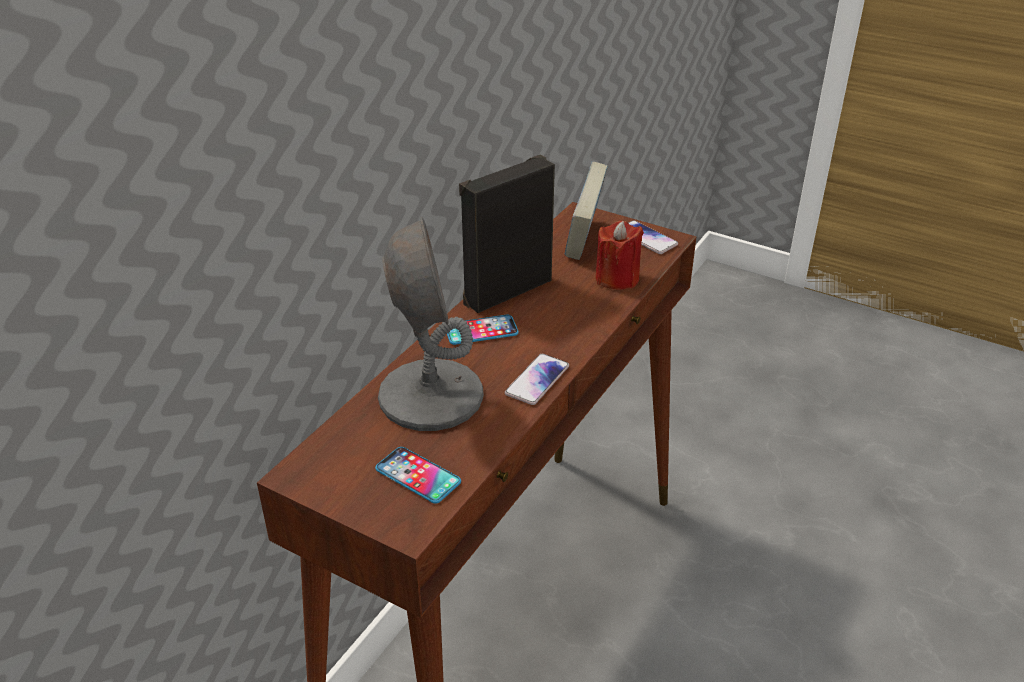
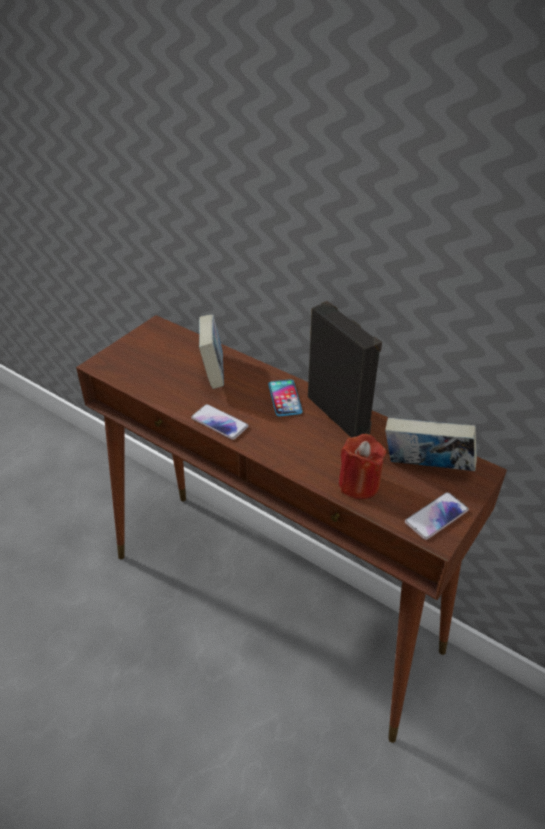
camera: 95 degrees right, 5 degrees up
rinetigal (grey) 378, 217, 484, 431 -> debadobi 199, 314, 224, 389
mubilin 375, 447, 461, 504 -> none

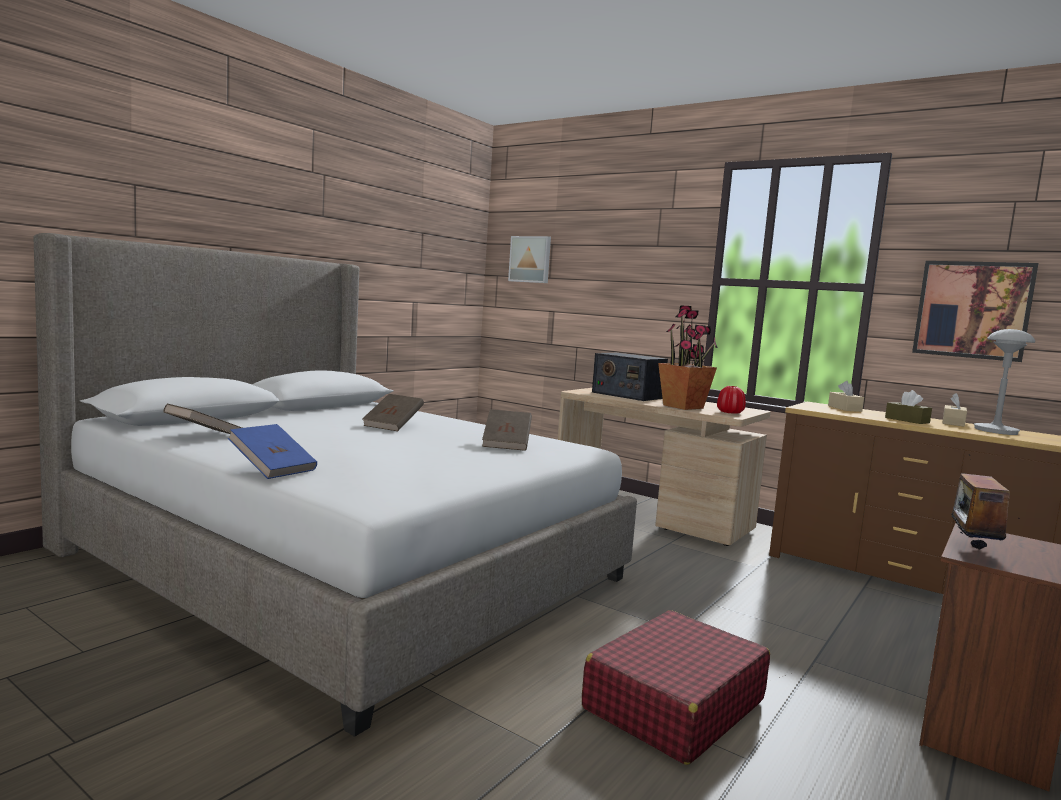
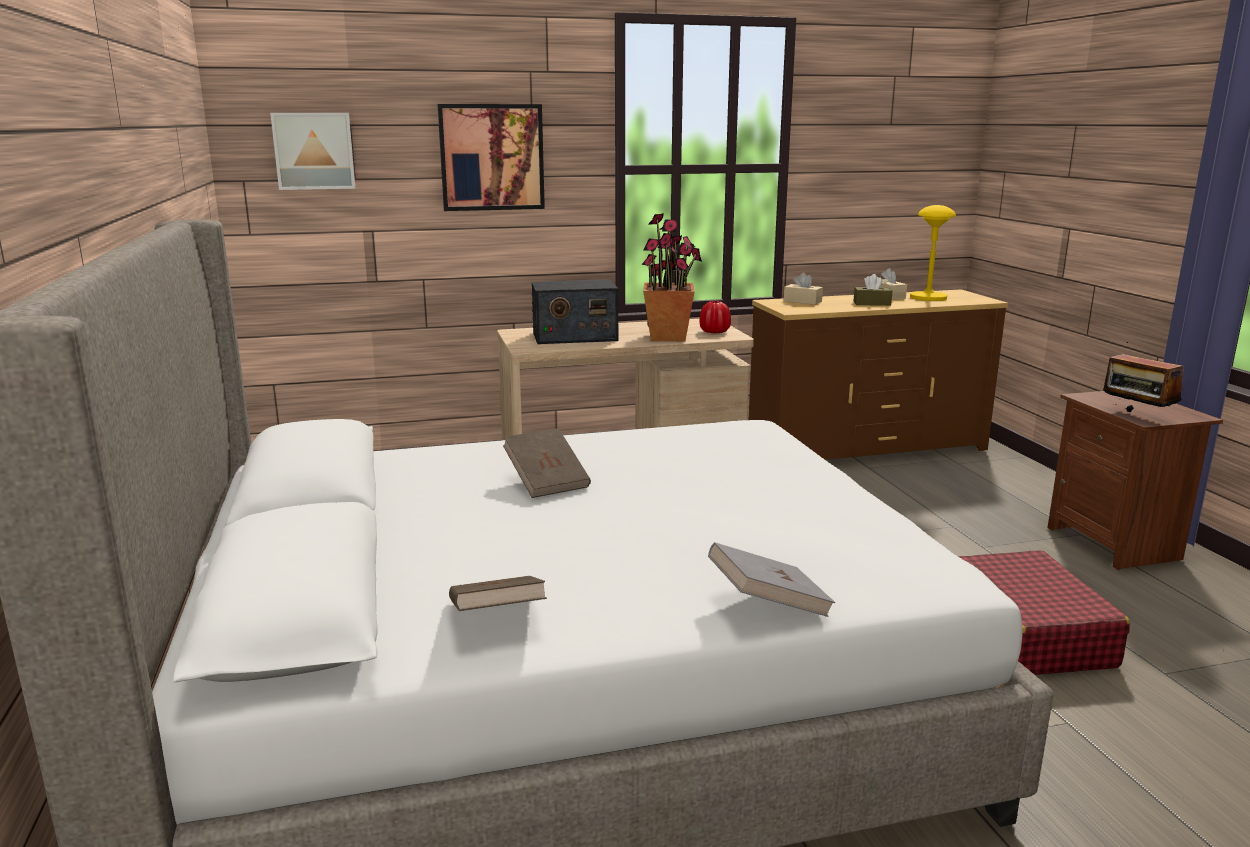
camera: 50 degrees left, 10 degrees up
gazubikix 912, 261, 1039, 362 -> gazubikix 437, 104, 545, 211, move
rinetigal (grey) 974, 329, 1035, 435 -> rinetigal (yellow) 909, 205, 956, 301
debadobi (brown) 482, 409, 532, 451 -> none
debadobi (blue) 228, 424, 317, 479 -> debadobi (grey) 708, 542, 835, 617

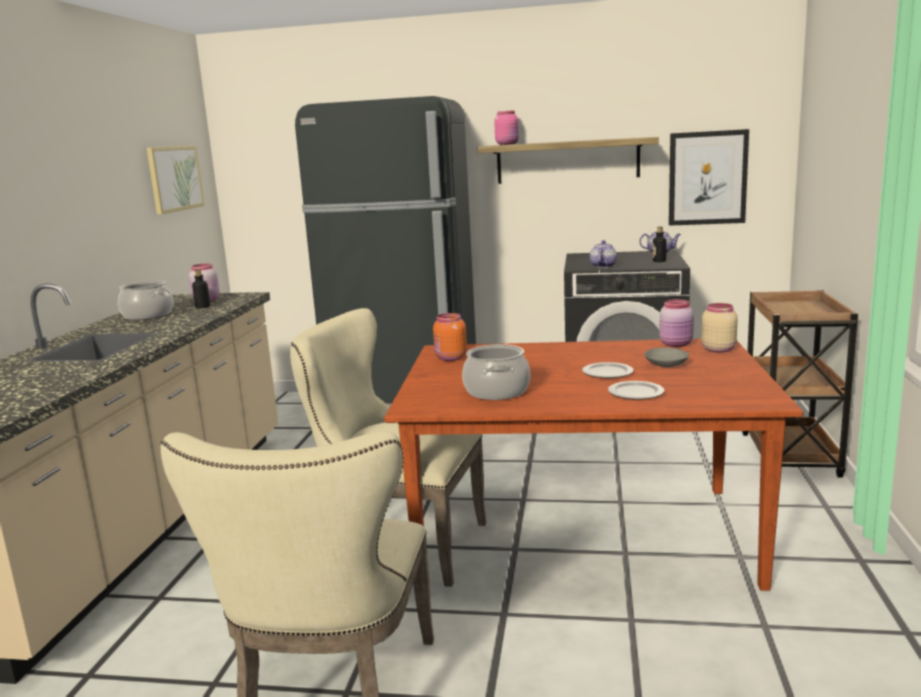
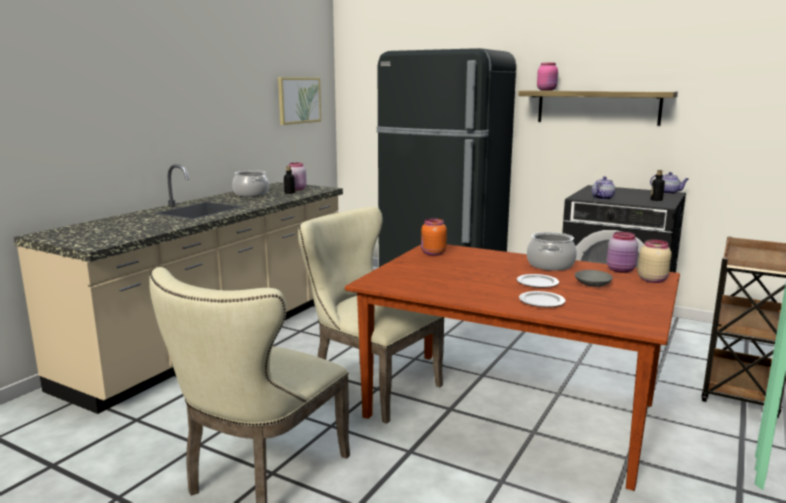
camera: 20 degrees right, 0 degrees up
gazubikix 669, 129, 749, 226 -> none
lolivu 462, 344, 530, 400 -> lolivu 527, 232, 577, 271, move

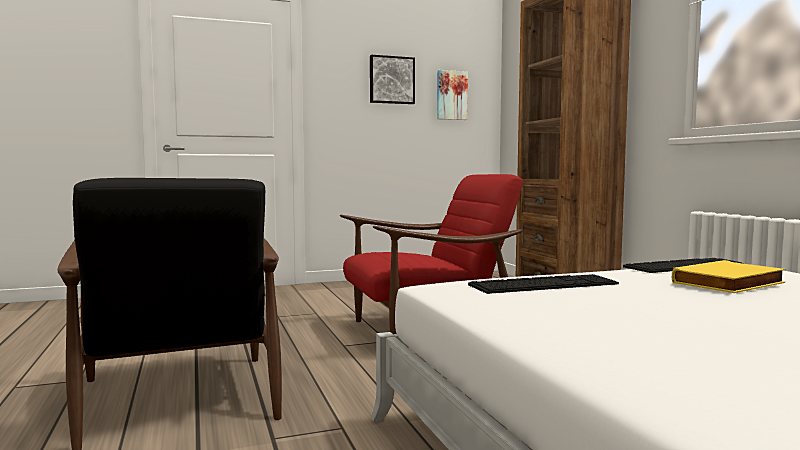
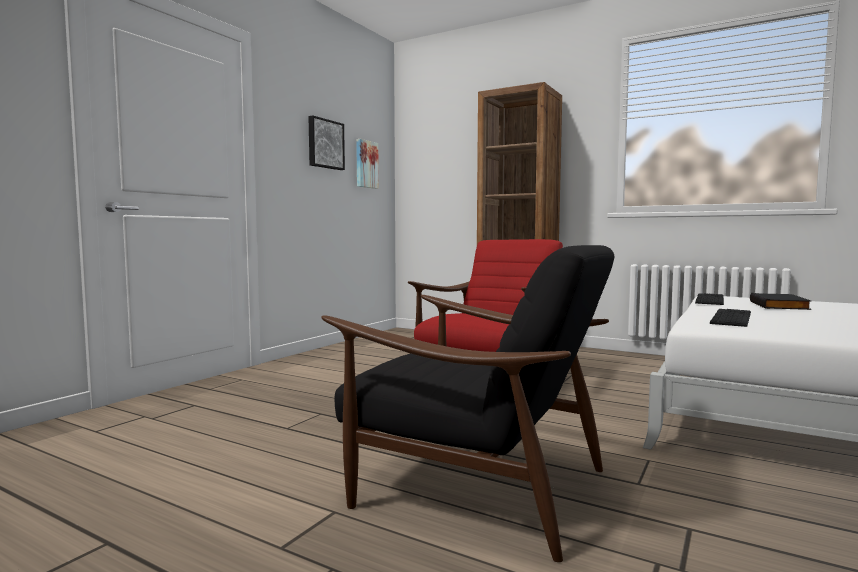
camera: 40 degrees left, 0 degrees up
debadobi (yellow) 672, 260, 786, 293 -> debadobi (black) 750, 293, 811, 310

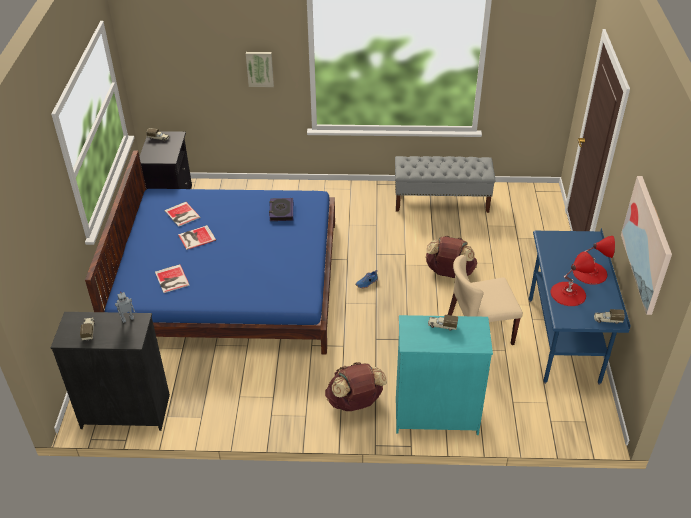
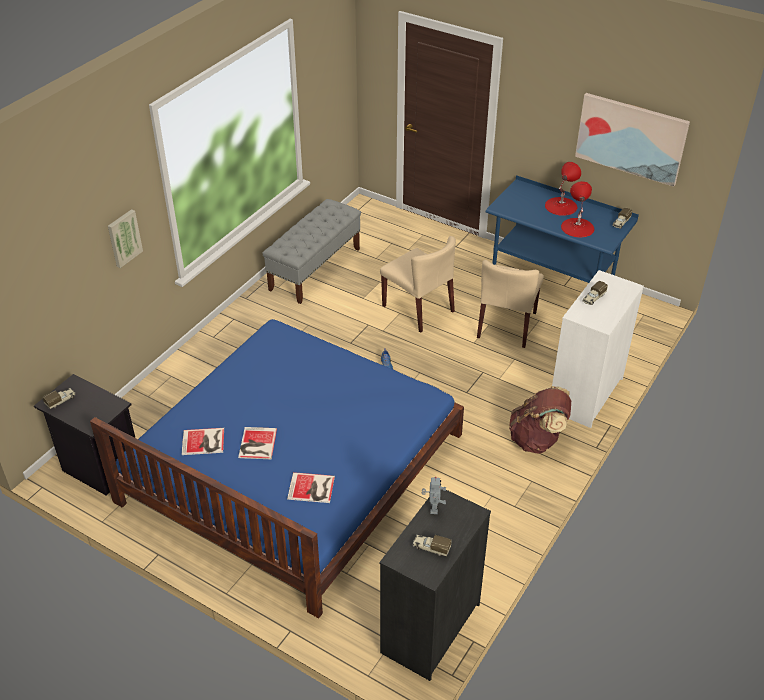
camera: 60 degrees left, 0 degrees up
debadobi 269, 198, 293, 221 -> none
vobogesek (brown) 425, 236, 477, 278 -> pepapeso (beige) 380, 236, 456, 333
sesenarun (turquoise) 396, 315, 493, 435 -> sesenarun (white) 552, 270, 644, 428

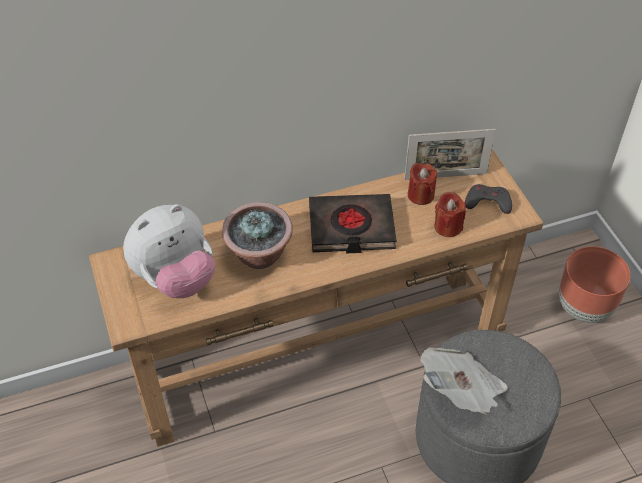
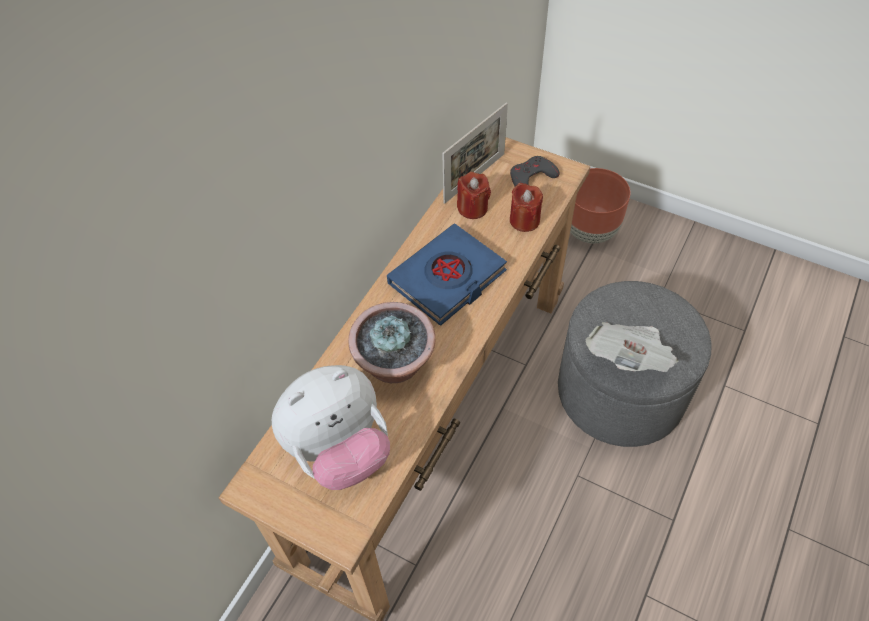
camera: 40 degrees left, 5 degrees up
debadobi (black) 309, 194, 396, 253 -> debadobi (blue) 387, 223, 507, 326
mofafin 123, 204, 215, 298 -> mofafin 272, 365, 390, 490, 45 degrees clockwise

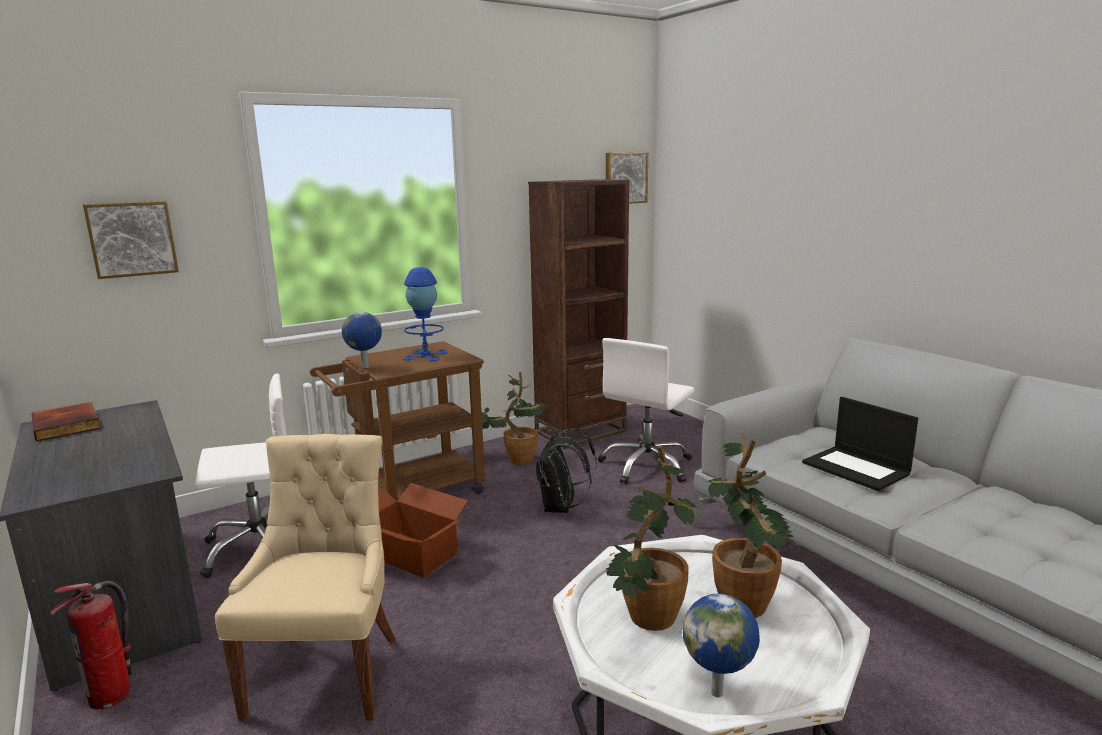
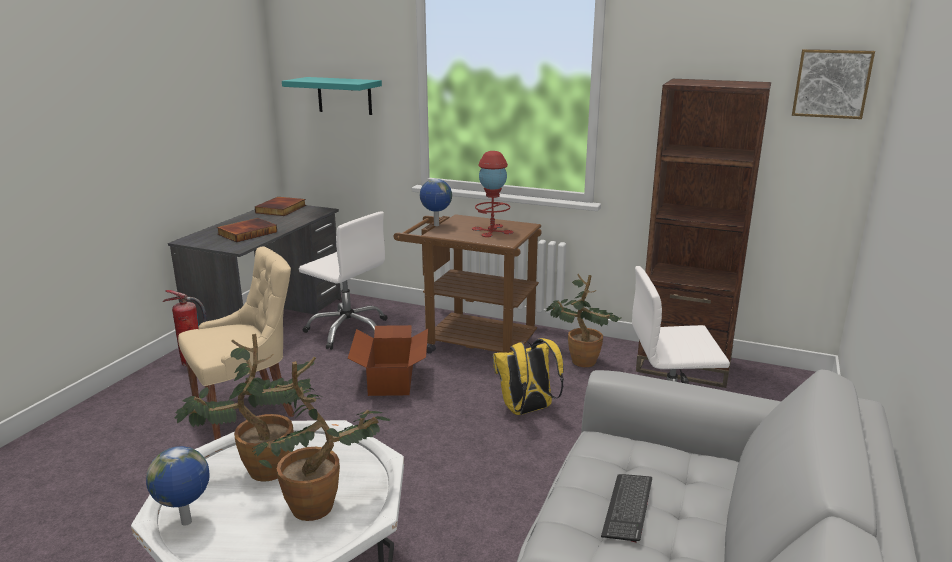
camera: 55 degrees right, 5 degrees up
gazubikix 83, 201, 179, 279 -> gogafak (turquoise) 282, 77, 382, 115
rinetigal (blue) 403, 267, 448, 361 -> rinetigal (red) 472, 151, 513, 237
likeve 802, 397, 918, 491 -> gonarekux 601, 474, 652, 543
vobogesek (black) 536, 428, 597, 513 -> vobogesek (yellow) 493, 338, 564, 415
none -> debadobi 217, 218, 277, 242

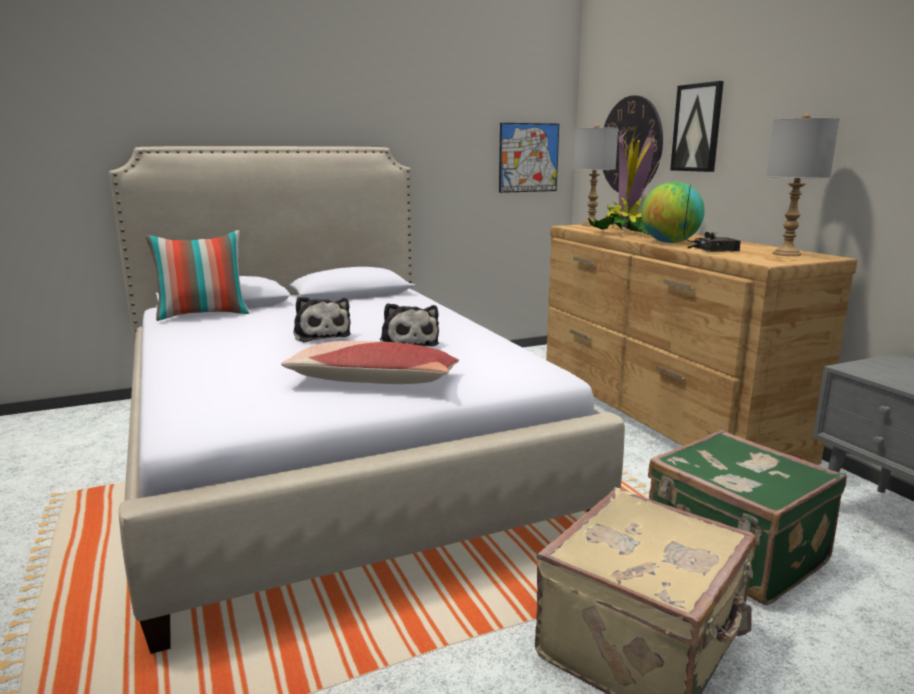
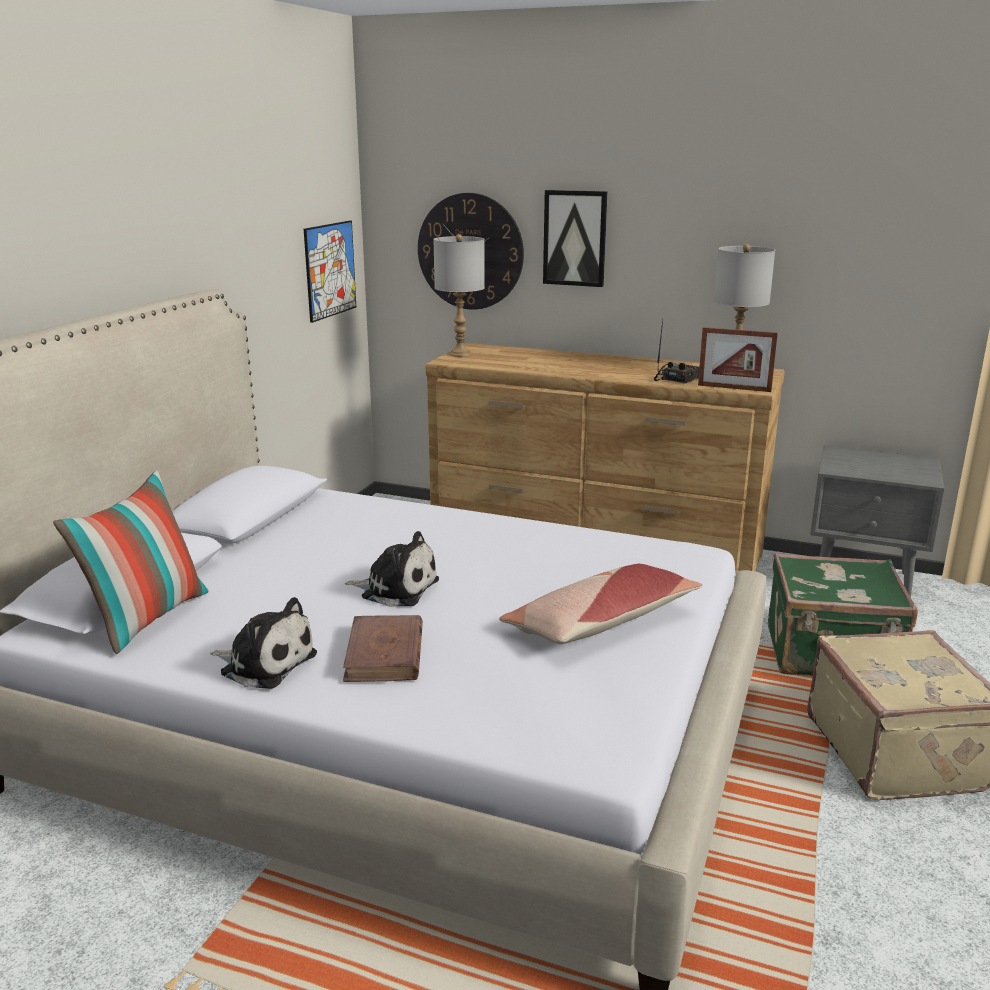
camera: 45 degrees left, 5 degrees up
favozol 588, 125, 671, 235 -> none
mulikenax 641, 182, 705, 243 -> none
mofafin 380, 303, 439, 346 -> mofafin 210, 597, 317, 689, move
none -> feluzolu 698, 327, 778, 392
none -> debadobi (brown) 343, 615, 423, 682

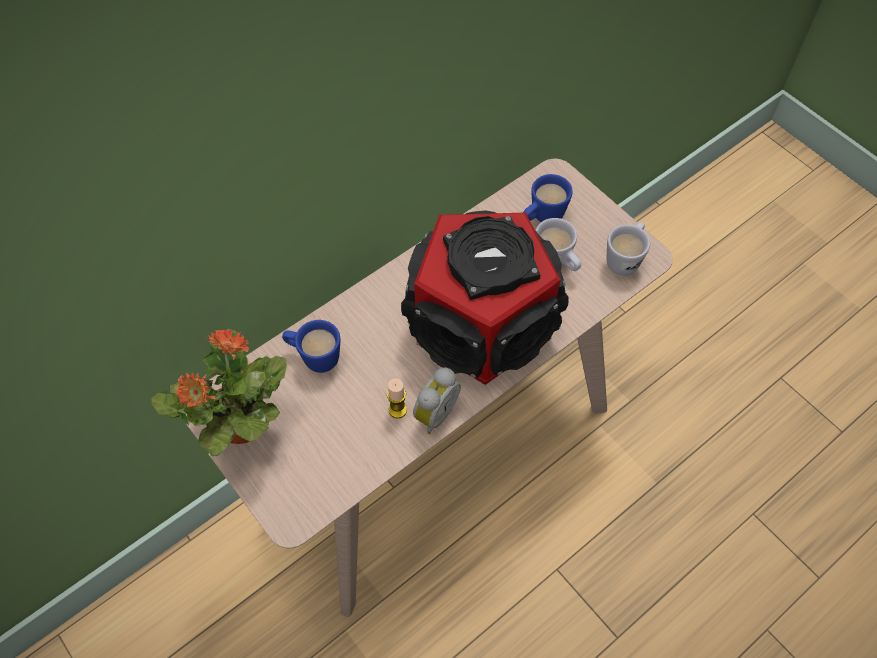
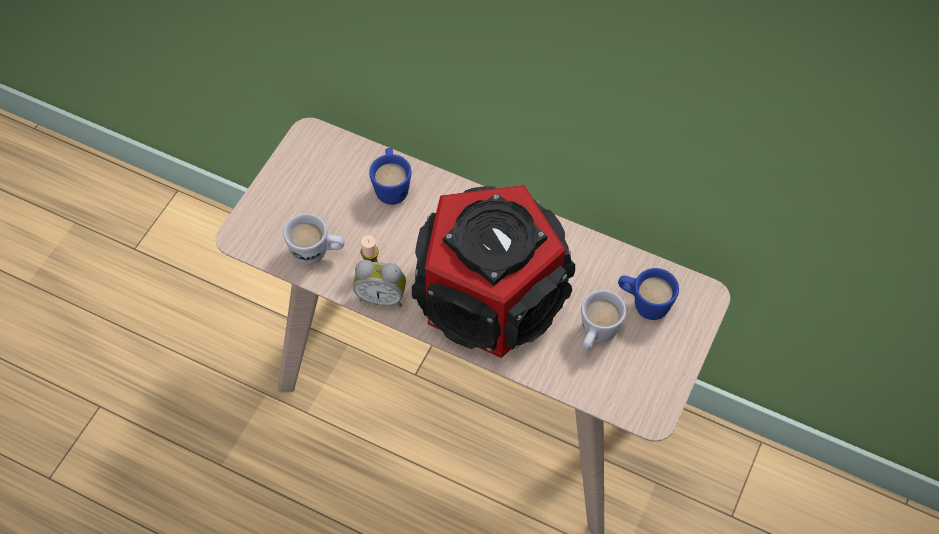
camera: 65 degrees right, 0 degrees up
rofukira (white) 607, 222, 650, 276 -> rofukira (white) 283, 214, 345, 265, move
favozol 151, 329, 287, 456 -> none

